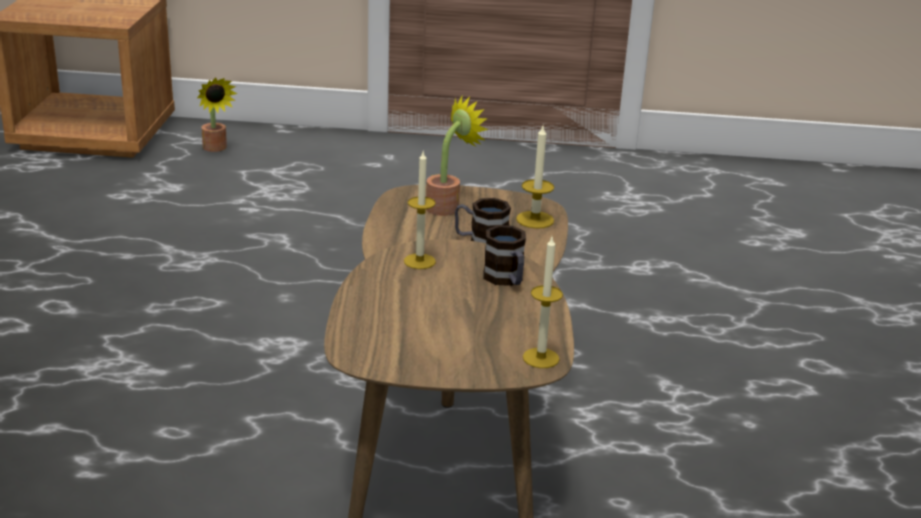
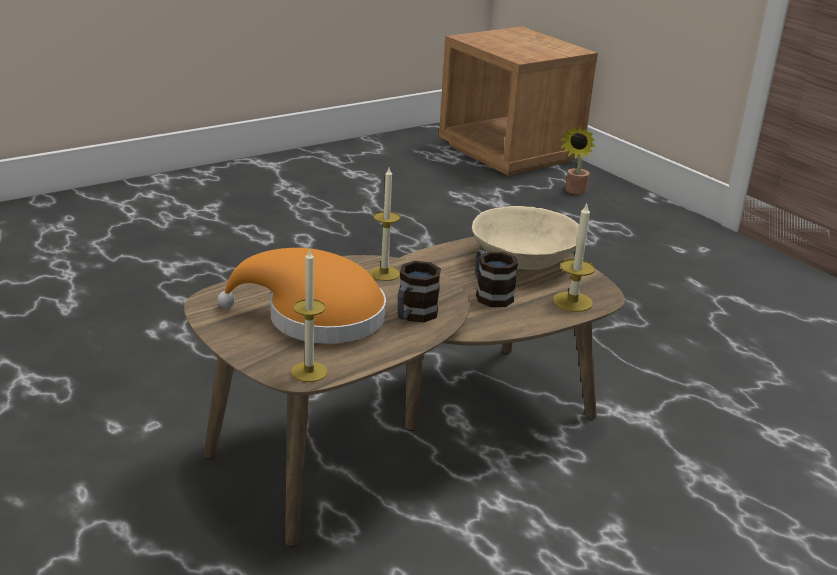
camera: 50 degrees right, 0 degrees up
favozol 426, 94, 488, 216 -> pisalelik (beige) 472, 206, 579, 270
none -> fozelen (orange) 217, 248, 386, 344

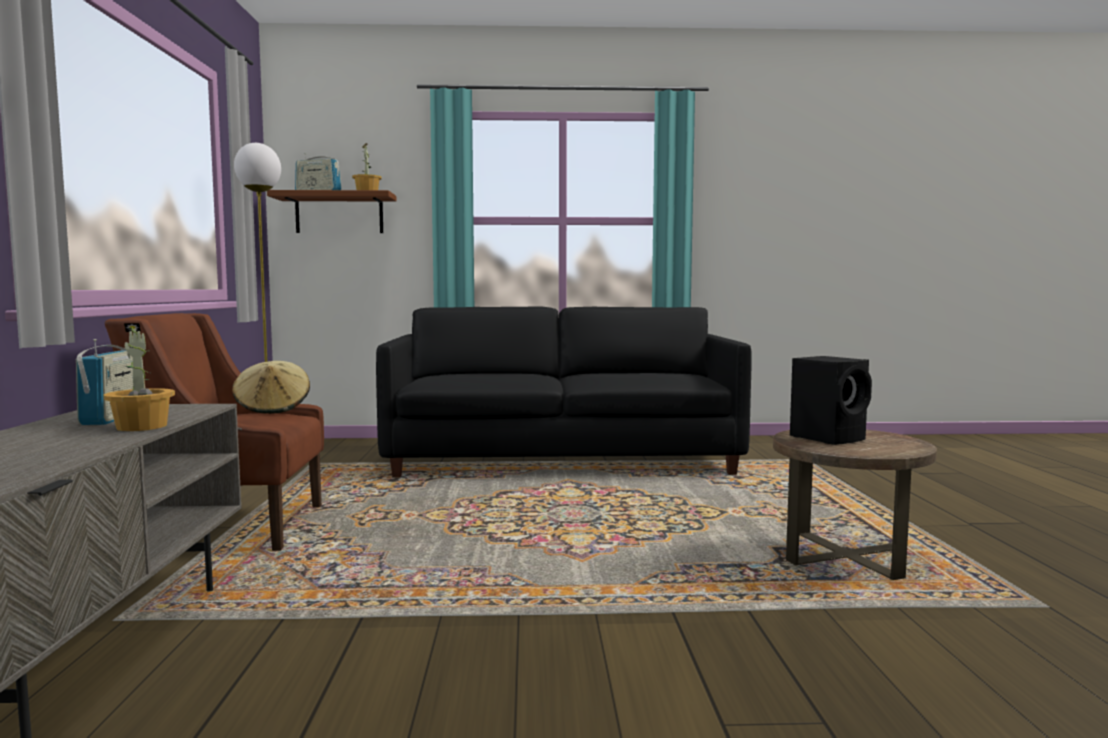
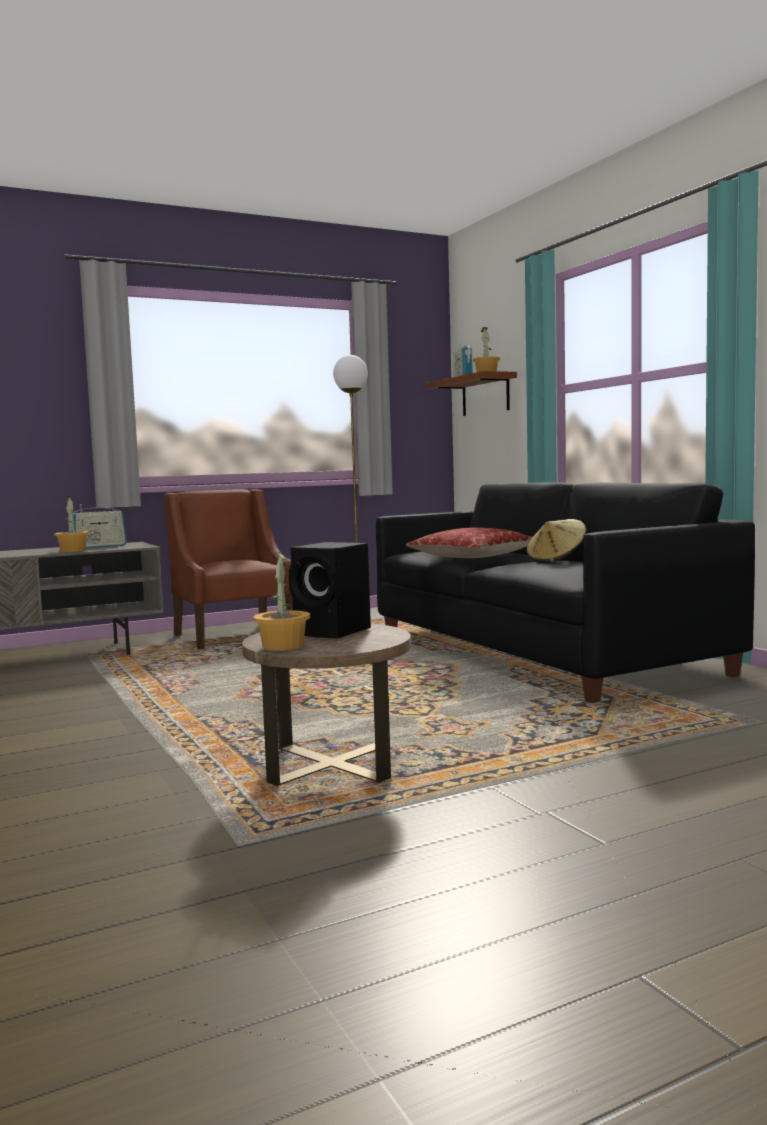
camera: 65 degrees right, 0 degrees up
fozelen (beige) 232, 361, 310, 414 -> fozelen (beige) 527, 519, 586, 563, move
none -> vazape 406, 527, 532, 558
none -> favozol 253, 552, 310, 651

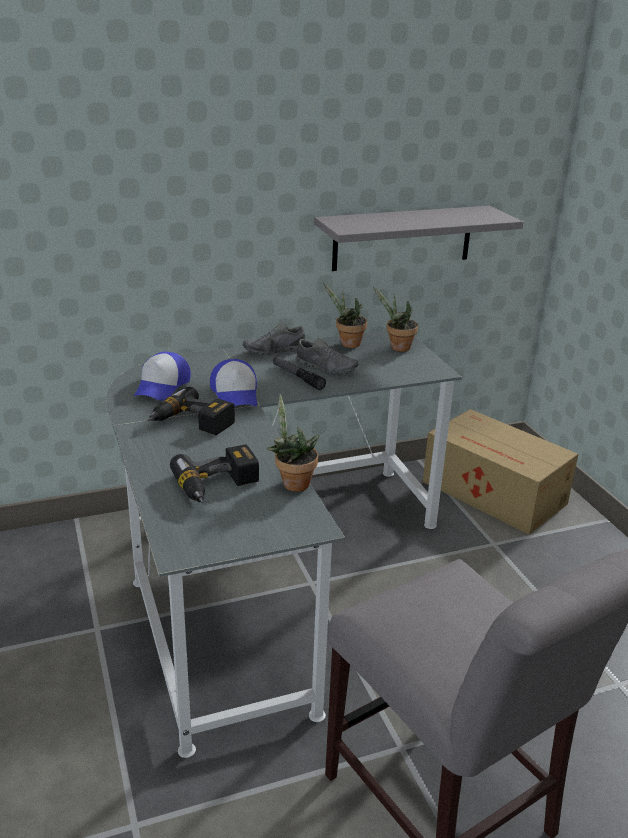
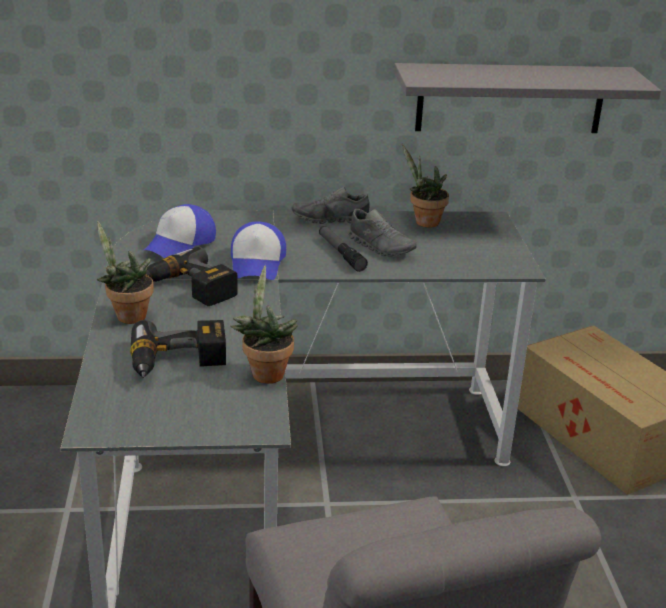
camera: 15 degrees right, 0 degrees up
favozol 373, 286, 418, 352 -> favozol 97, 221, 154, 324, move

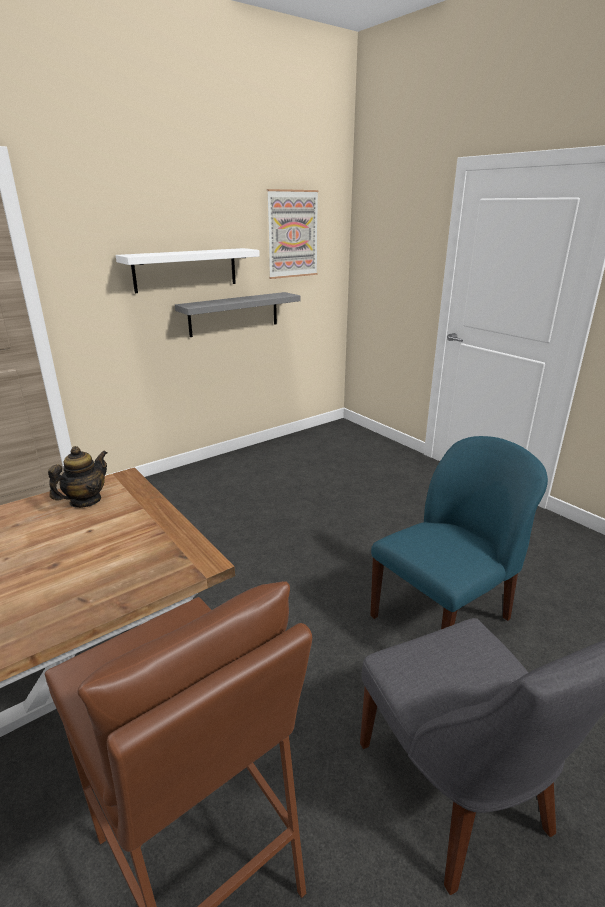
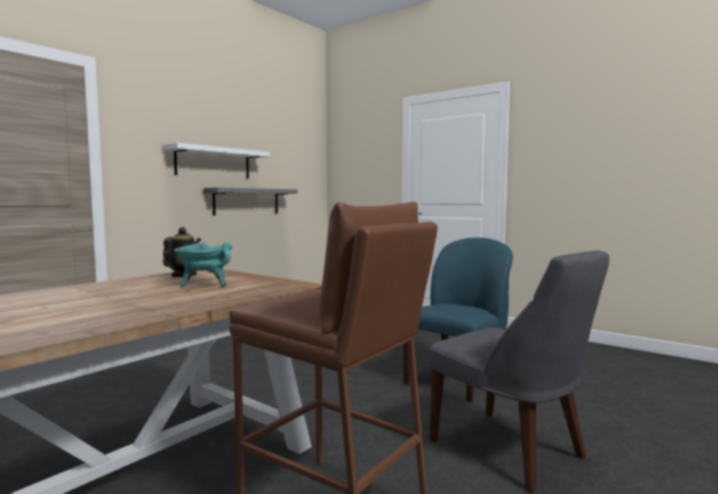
camera: 15 degrees left, 20 degrees down
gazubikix 267, 189, 319, 279 -> none
none -> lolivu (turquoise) 174, 242, 233, 287

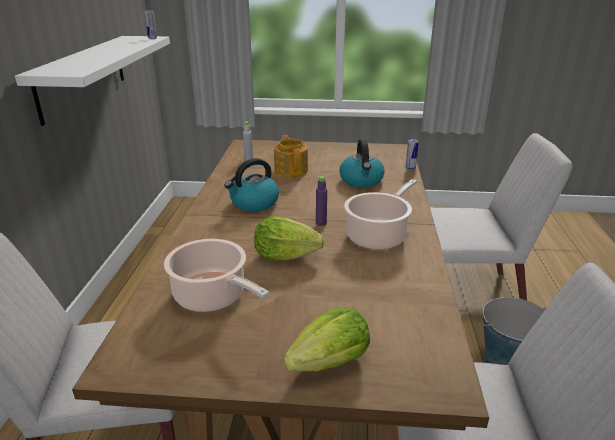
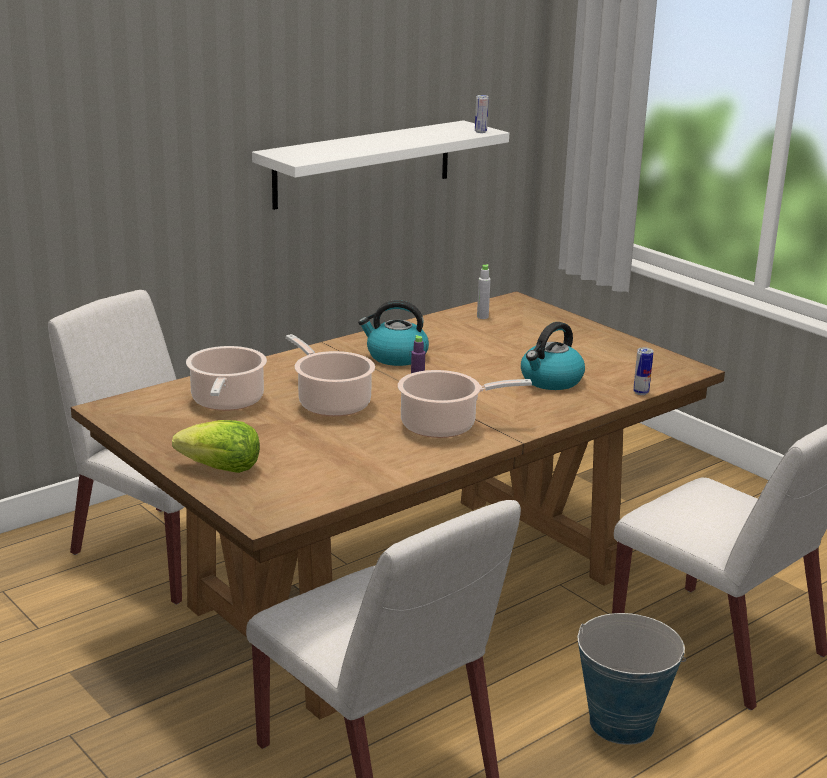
camera: 45 degrees right, 5 degrees down
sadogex 274, 135, 308, 177 -> none
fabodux 254, 216, 324, 260 -> lolivu 286, 334, 375, 416

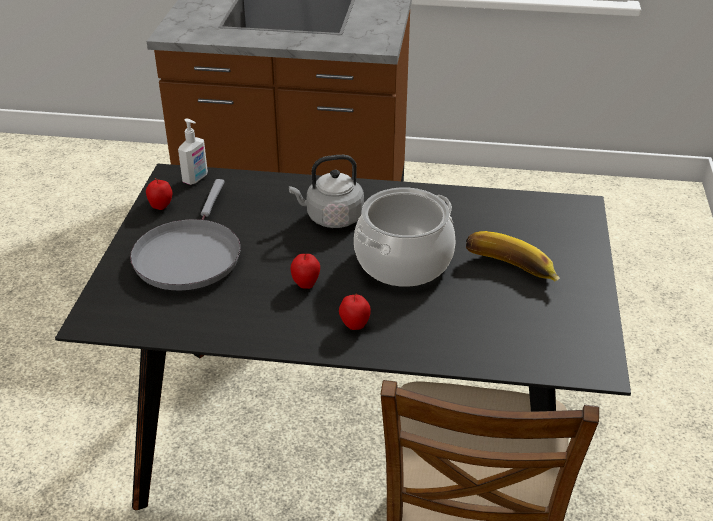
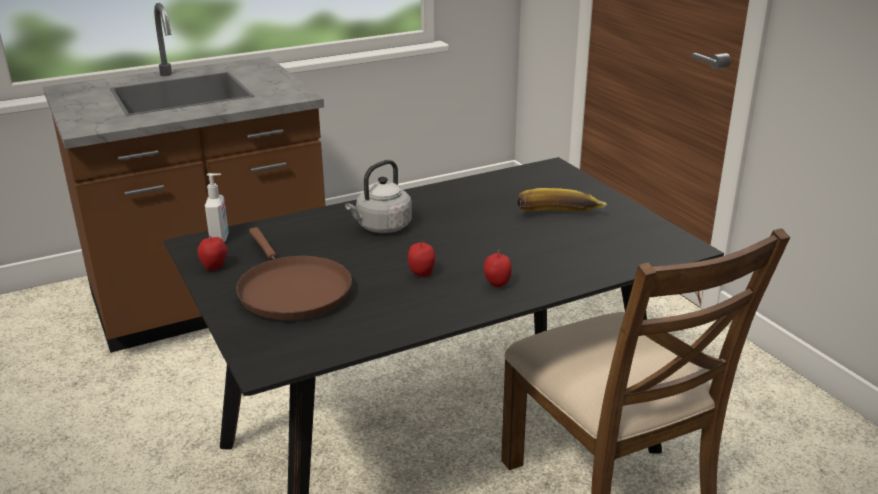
camera: 35 degrees left, 10 degrees down
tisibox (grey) 130, 179, 241, 290 -> tisibox (brown) 236, 227, 352, 320
lolivu 354, 187, 456, 287 -> none

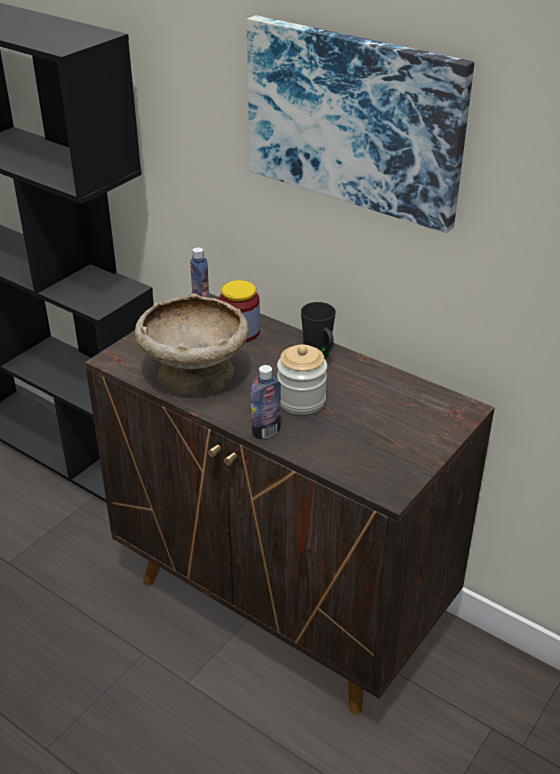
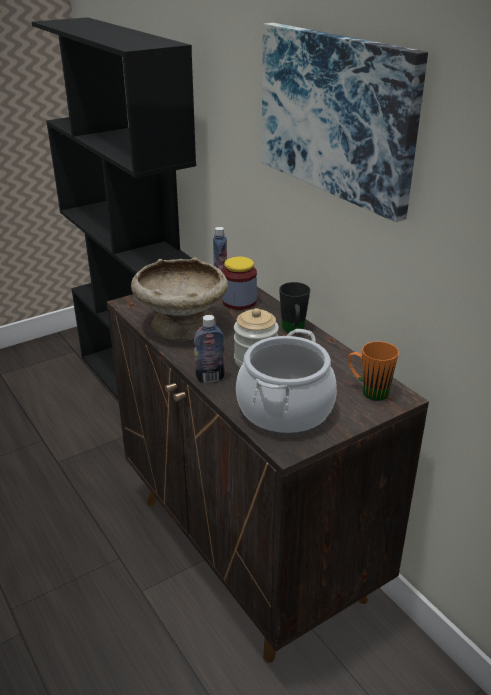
camera: 20 degrees right, 5 degrees down
none -> lolivu 236, 329, 337, 434
none -> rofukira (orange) 348, 341, 399, 401

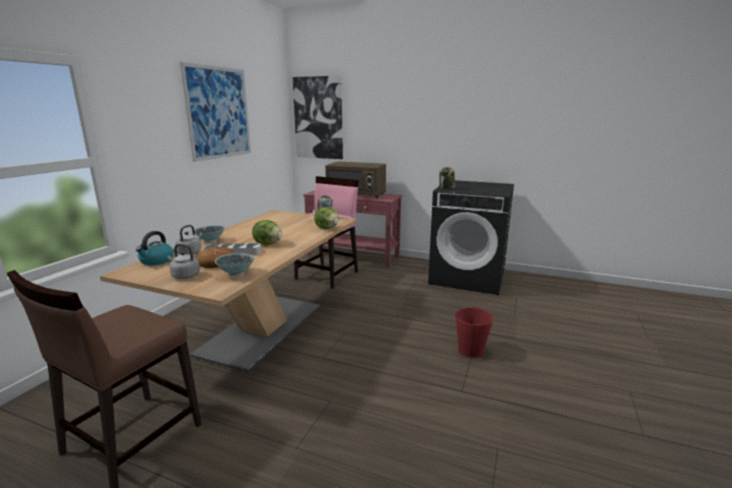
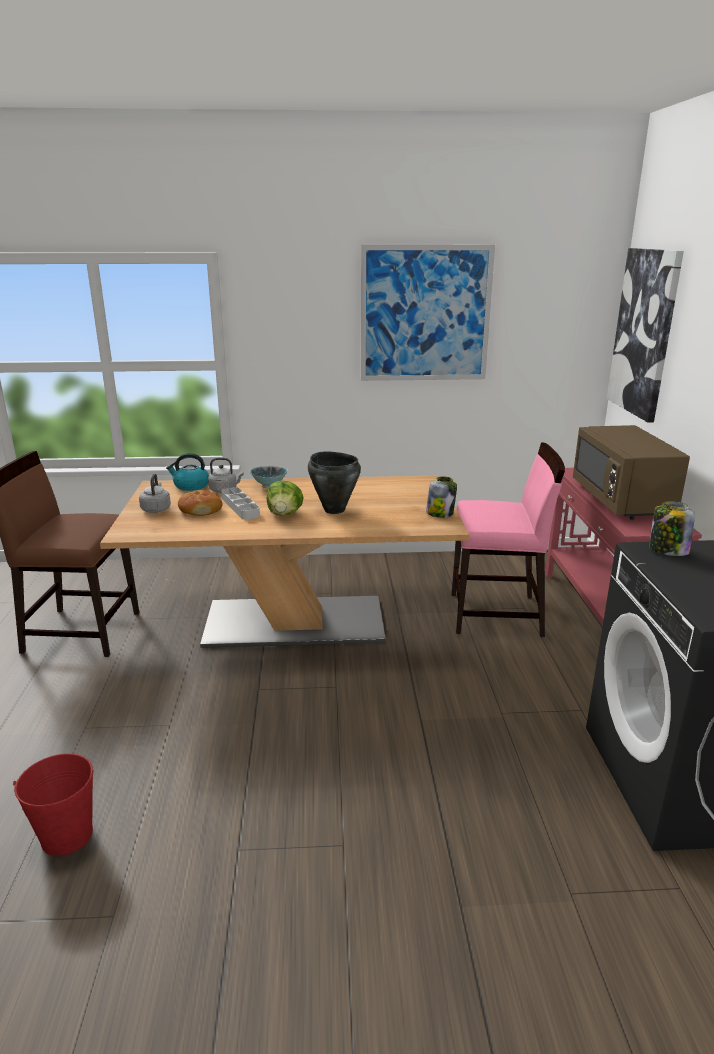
camera: 65 degrees right, 5 degrees up
fabodux 314, 207, 339, 229 -> none
pisalelik 215, 253, 255, 276 -> none
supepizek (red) 455, 306, 494, 358 -> supepizek (red) 13, 753, 94, 856, move
none -> lolivu (black) 308, 451, 361, 514

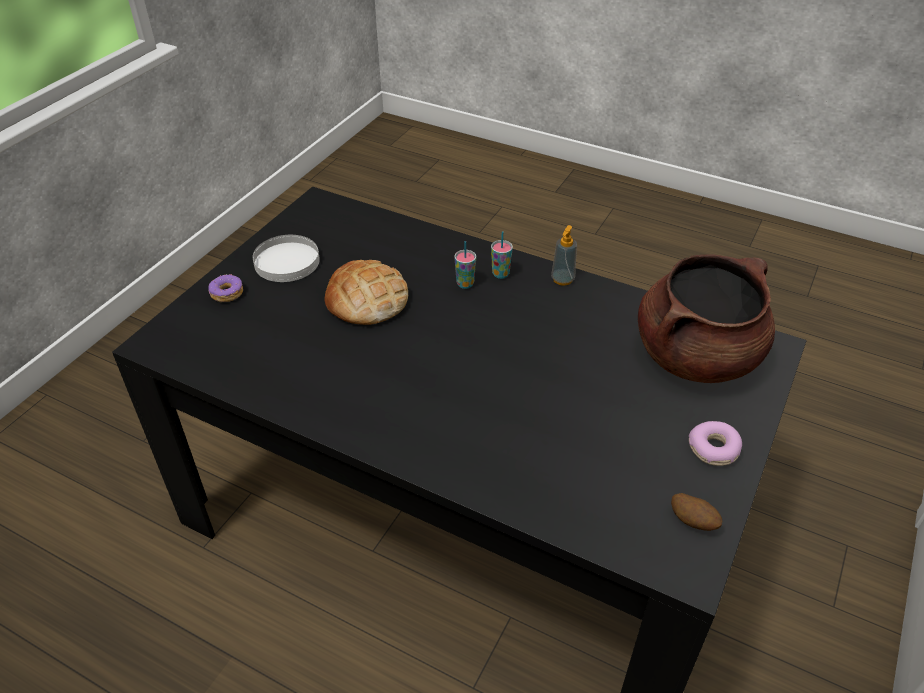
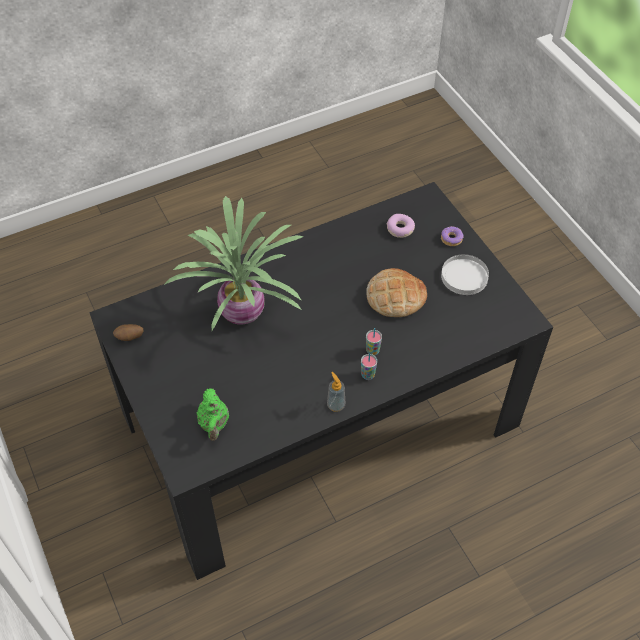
camera: 125 degrees right, 10 degrees up
lolivu (brown) 638, 254, 775, 383 -> sadogex (green) 197, 388, 229, 441
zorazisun 689, 421, 742, 466 -> zorazisun 387, 214, 415, 238, move
none -> favozol 164, 196, 304, 331

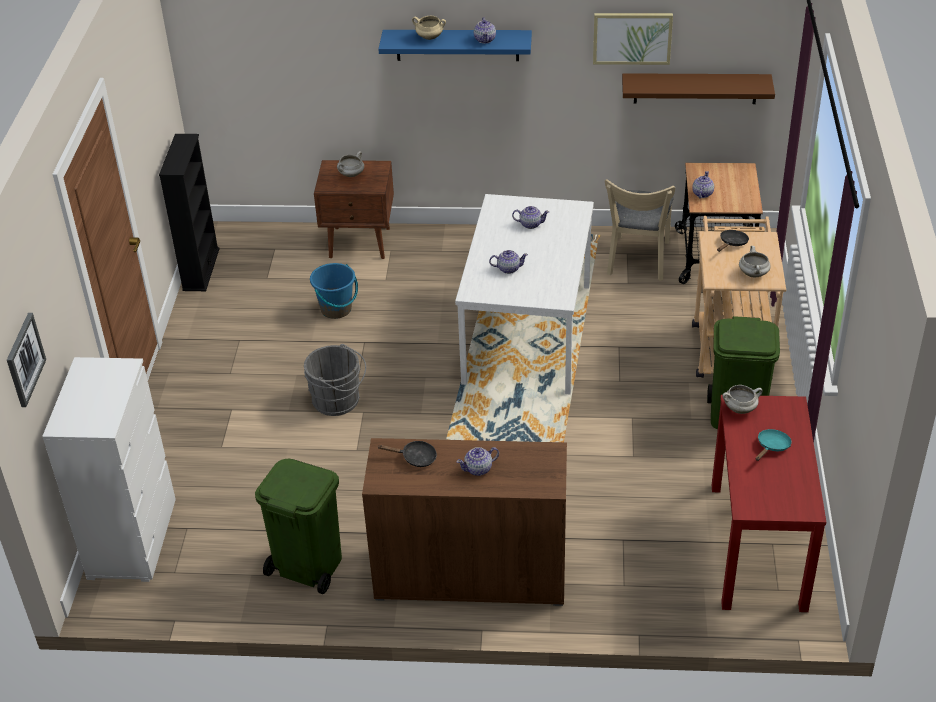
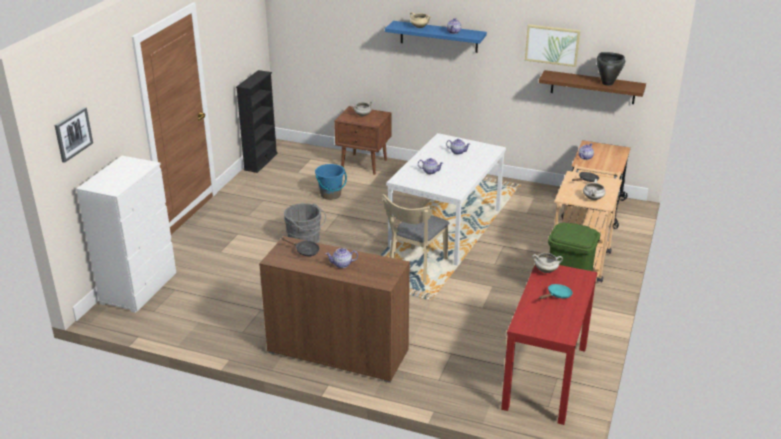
camera: 15 degrees right, 10 degrees down
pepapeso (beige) 605, 179, 675, 281 -> pepapeso (beige) 383, 194, 449, 283, move
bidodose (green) 255, 459, 342, 594 -> none
none -> lolivu (black) 596, 52, 625, 86

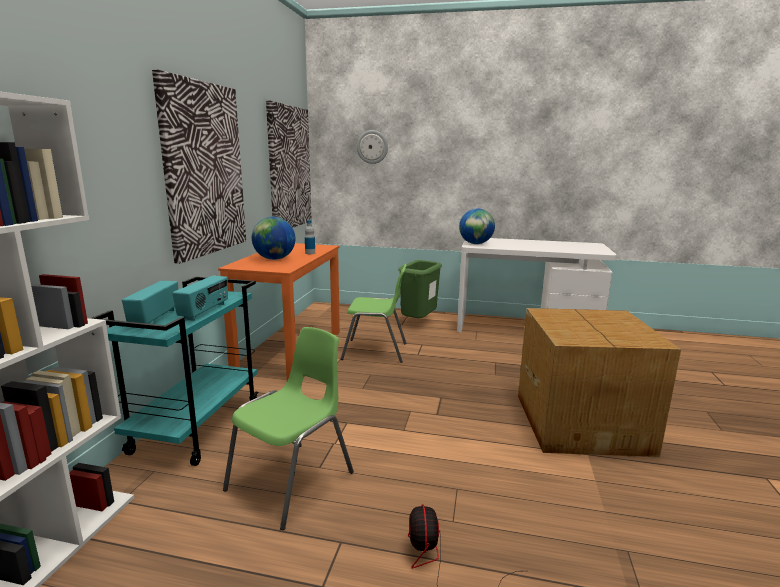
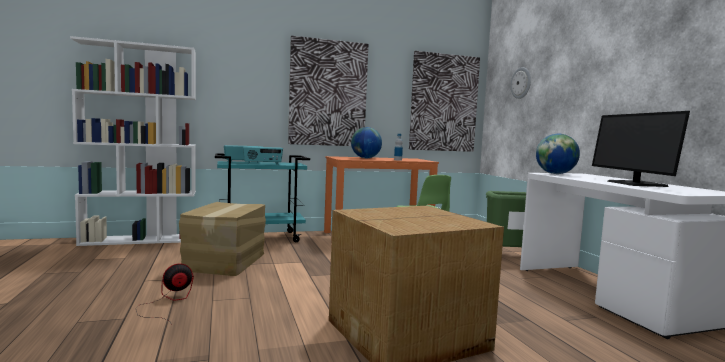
camera: 60 degrees right, 10 degrees down
pepapeso (green) 223, 327, 354, 530 -> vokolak 179, 202, 266, 276
none -> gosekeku 592, 111, 690, 187

